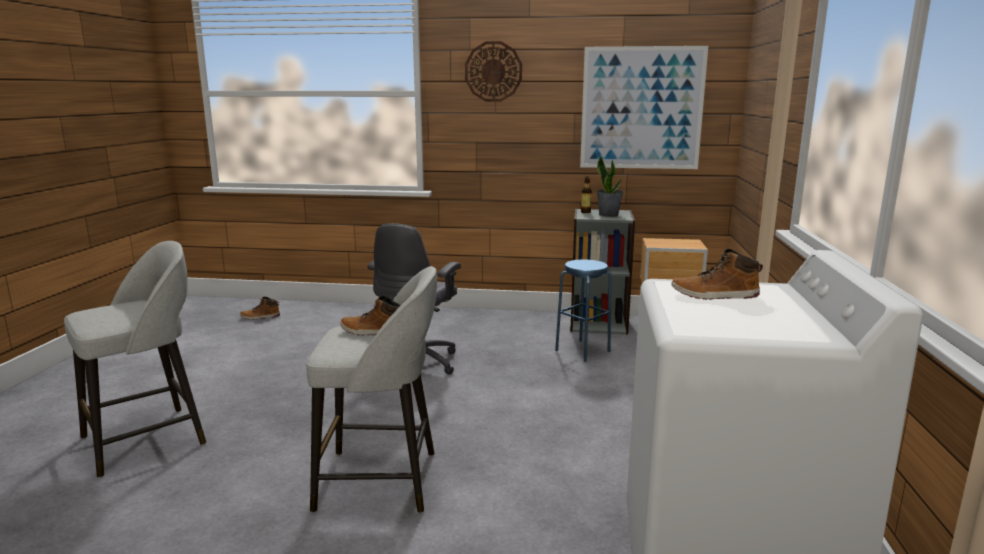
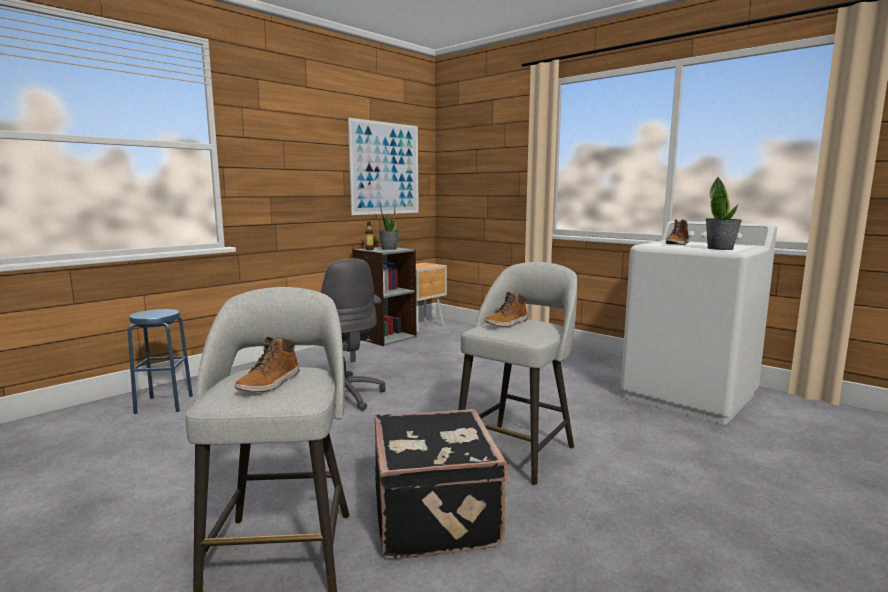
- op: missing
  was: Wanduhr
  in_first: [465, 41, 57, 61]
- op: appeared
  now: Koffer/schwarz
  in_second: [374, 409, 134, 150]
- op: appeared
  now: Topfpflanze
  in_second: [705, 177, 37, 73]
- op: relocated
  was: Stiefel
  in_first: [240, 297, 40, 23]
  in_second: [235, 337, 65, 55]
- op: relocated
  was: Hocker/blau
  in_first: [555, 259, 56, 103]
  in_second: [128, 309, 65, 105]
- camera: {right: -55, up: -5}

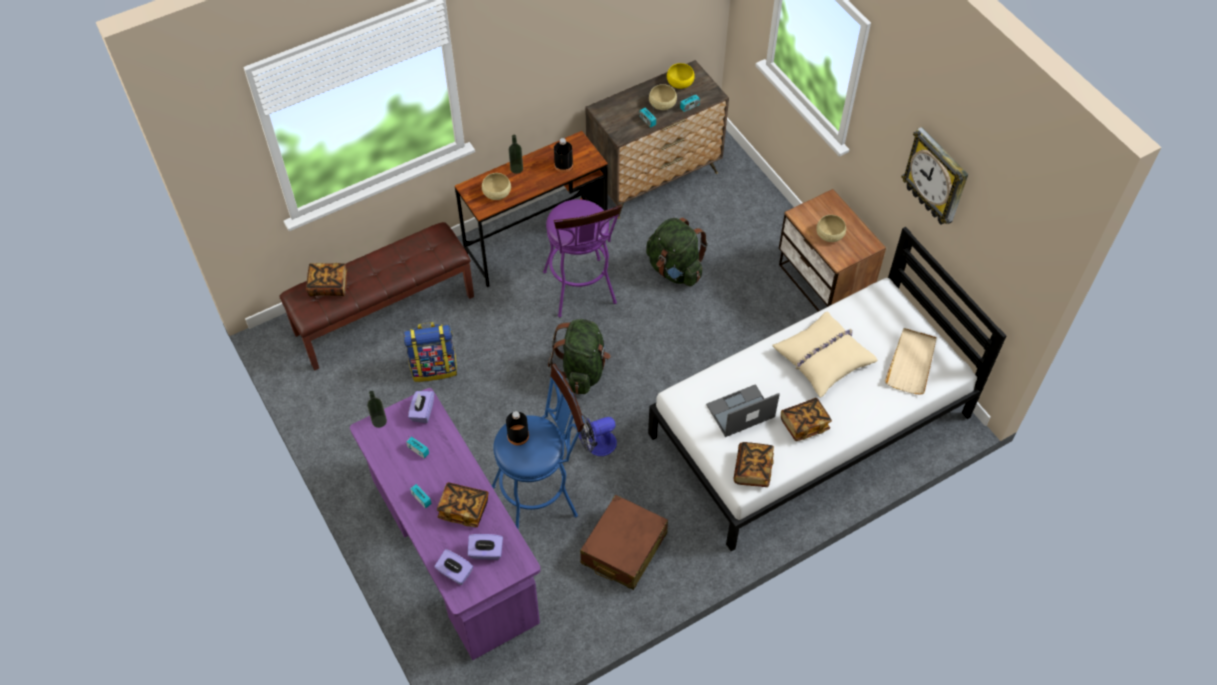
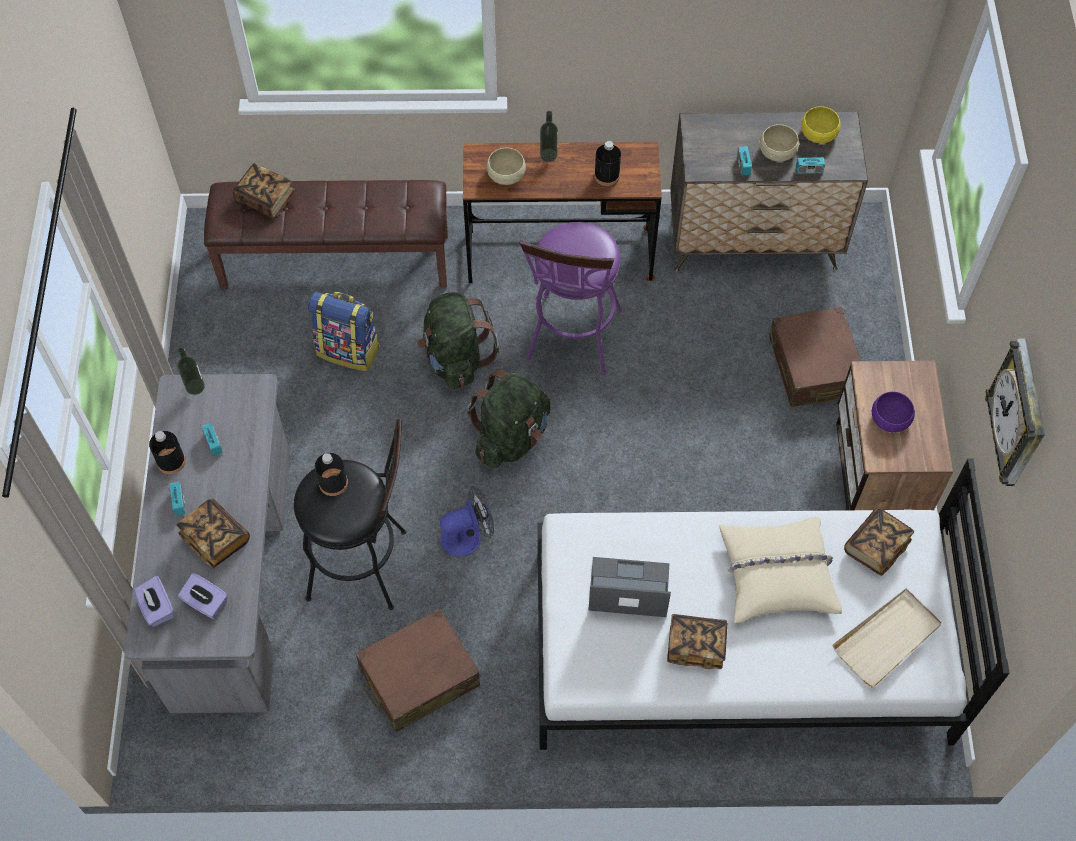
- op: missing
  was: Taschentuchbox/lila
  in_first: [408, 391, 26, 32]
- op: appeared
  now: Flasche/schwarz
  in_second: [149, 431, 37, 43]
- op: appeared
  now: Koffer/braun
  in_second: [769, 307, 92, 100]
- op: relocated
  was: Rucksack/grün
  in_first: [646, 218, 62, 68]
  in_second: [417, 292, 82, 97]
- op: relocated
  was: Buch
  in_first: [734, 442, 40, 45]
  in_second: [844, 508, 70, 68]
- op: colour
  was: Schreibtisch/lila
  now: Schreibtisch/grau
  in_first: [350, 388, 190, 272]
  in_second: [125, 374, 164, 339]
- op: colour
  was: Hocker/blau
  now: Hocker/schwarz
  in_first: [492, 363, 93, 167]
  in_second: [294, 419, 112, 191]
- op: colour
  was: Schüssel/beige
  now: Schüssel/lila
  in_first: [816, 215, 30, 27]
  in_second: [872, 392, 43, 41]
- op: spun
  was: Ventilator
  in_first: [579, 414, 38, 42]
  in_second: [440, 486, 54, 71]
  clockwise: 150
- camera: {right: 30, up: 5}

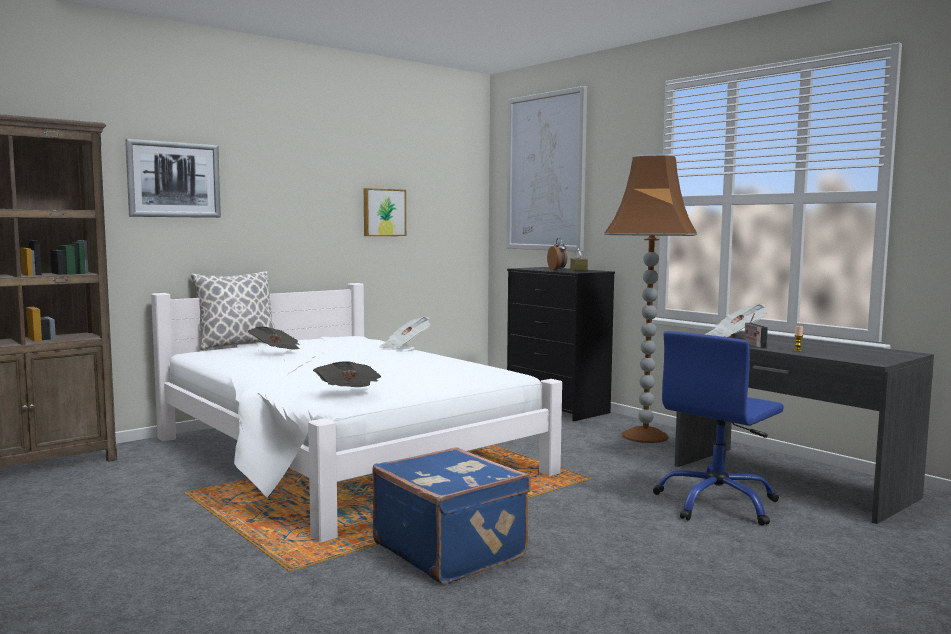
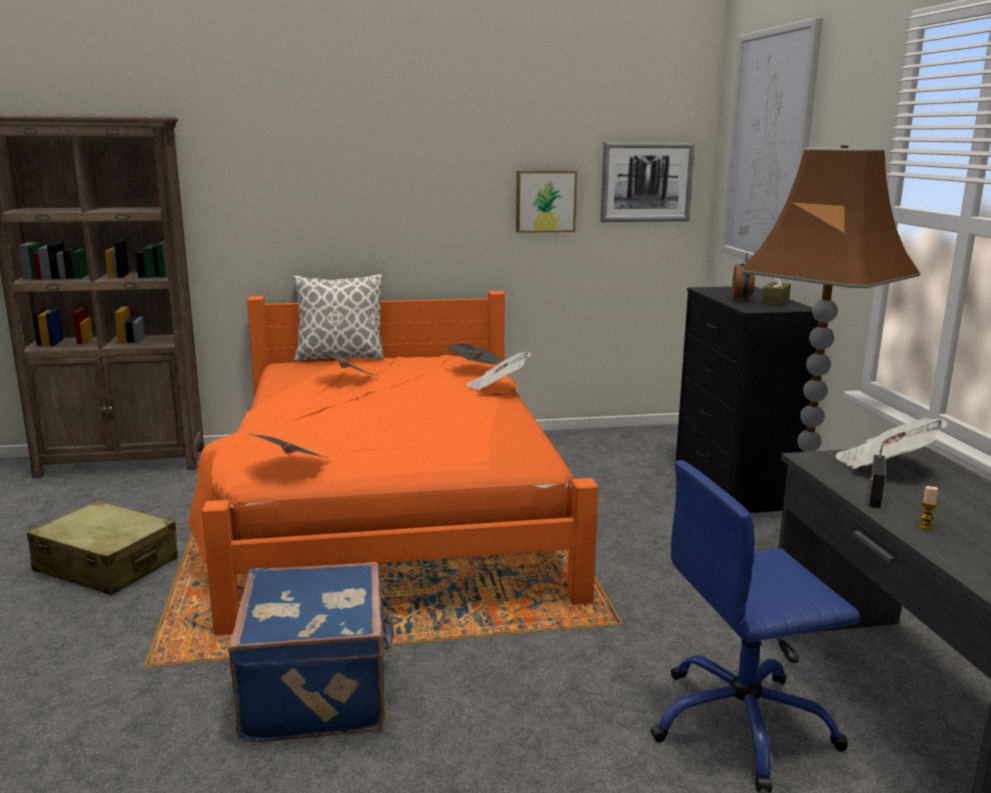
- op: appeared
  now: Koffer/beige
  in_second: [27, 501, 151, 94]
- op: appeared
  now: Zeitung
  in_second: [447, 344, 55, 21]
- op: relocated
  was: Bild
  in_first: [125, 139, 96, 79]
  in_second: [600, 142, 95, 80]
- op: colour
  was: Bett/weiß
  now: Bett/orange
  in_first: [151, 283, 411, 259]
  in_second: [189, 291, 409, 345]
- camera: {right: 30, up: 10}

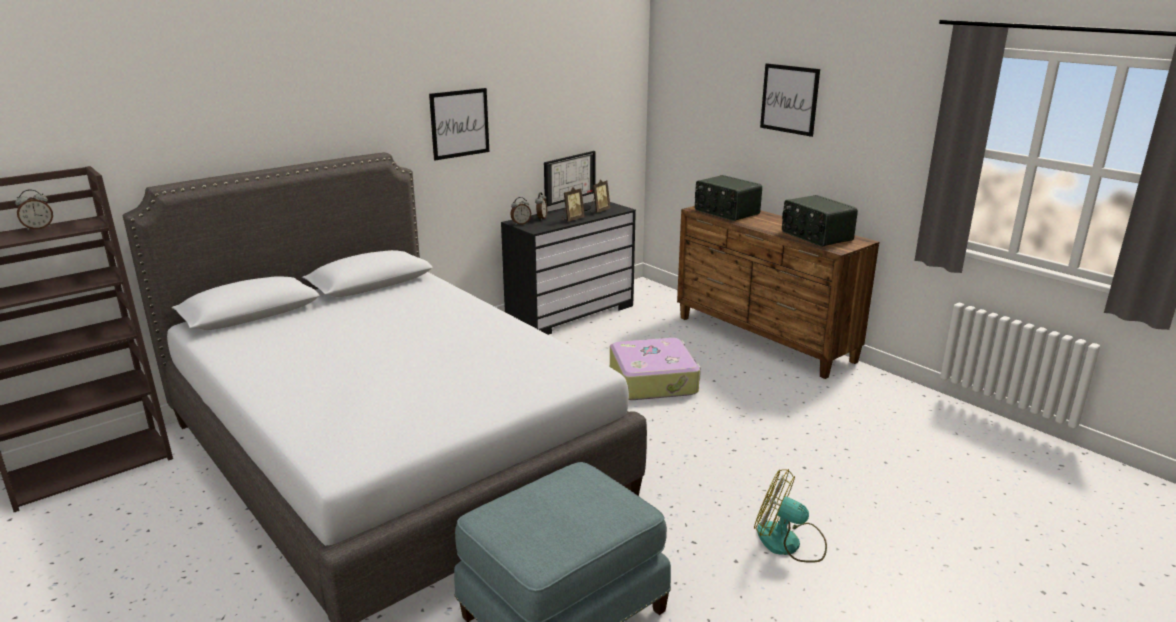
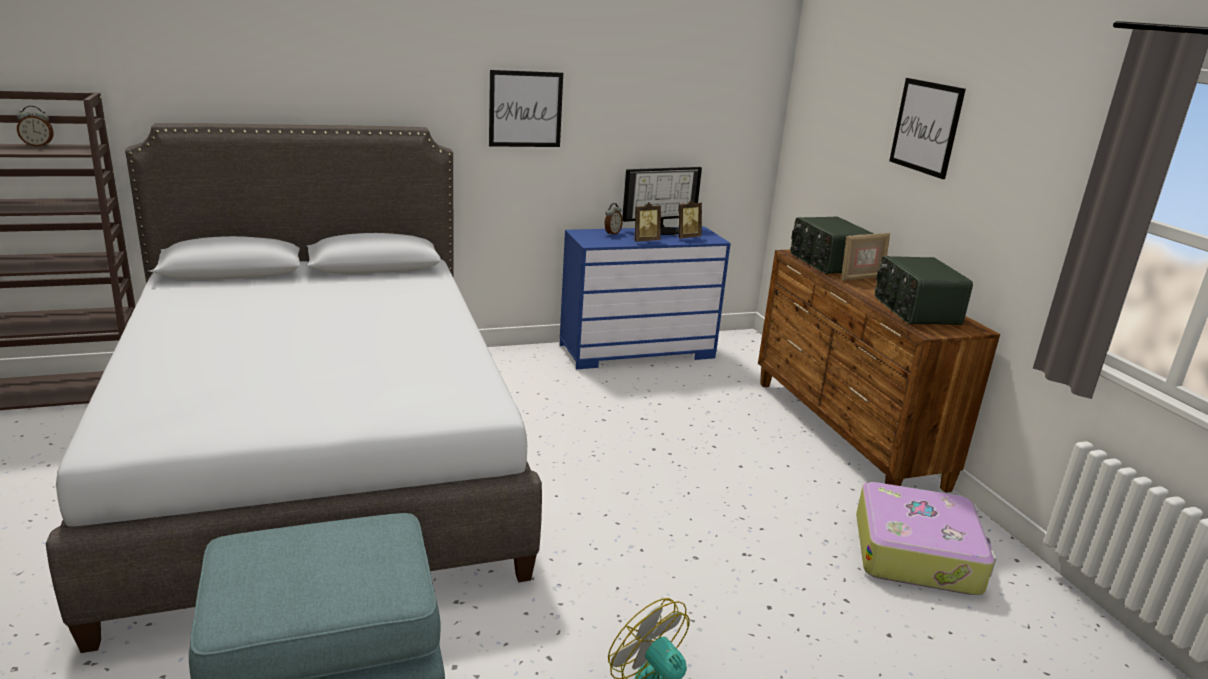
- op: missing
  was: Wecker
  in_first: [510, 197, 21, 28]
- op: appeared
  now: Bilderrahmen
  in_second: [841, 232, 49, 49]
- op: relocated
  was: Koffer
  in_first: [610, 338, 91, 62]
  in_second: [856, 482, 140, 113]
- op: colour
  was: Kommode/schwarz
  now: Kommode/blau
  in_first: [501, 201, 135, 134]
  in_second: [560, 226, 171, 144]
- camera: {right: 20, up: 0}

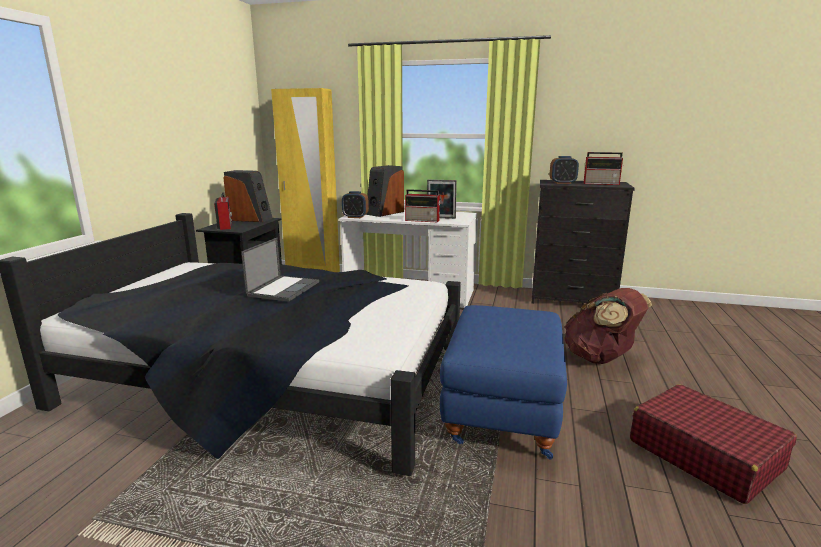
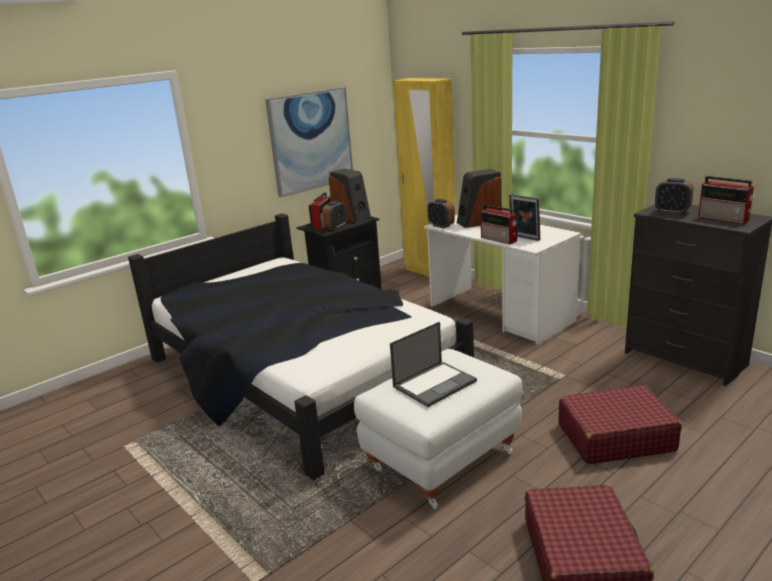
- op: appeared
  now: Bild
  in_second: [265, 87, 88, 110]
- op: appeared
  now: Wecker
  in_second: [322, 201, 25, 29]
- op: relocated
  was: Laptop
  in_first: [241, 238, 78, 64]
  in_second: [390, 322, 87, 85]
- op: exchanged
  was: Rucksack/braun
  now: Koffer/rot
  in_first: [565, 288, 87, 76]
  in_second: [558, 385, 124, 79]
- op: colour
  was: Polsterhocker/blau
  now: Polsterhocker/weiß
  in_first: [440, 305, 127, 154]
  in_second: [354, 349, 168, 160]
- camera: {right: 35, up: 5}

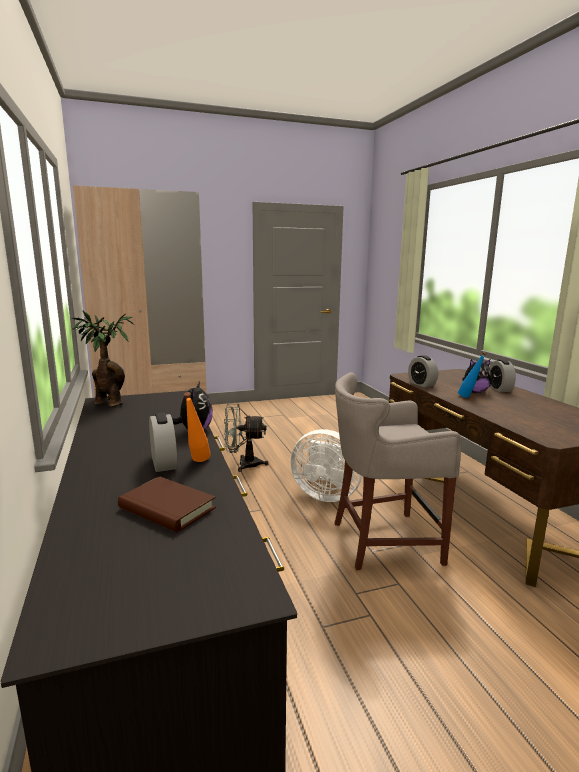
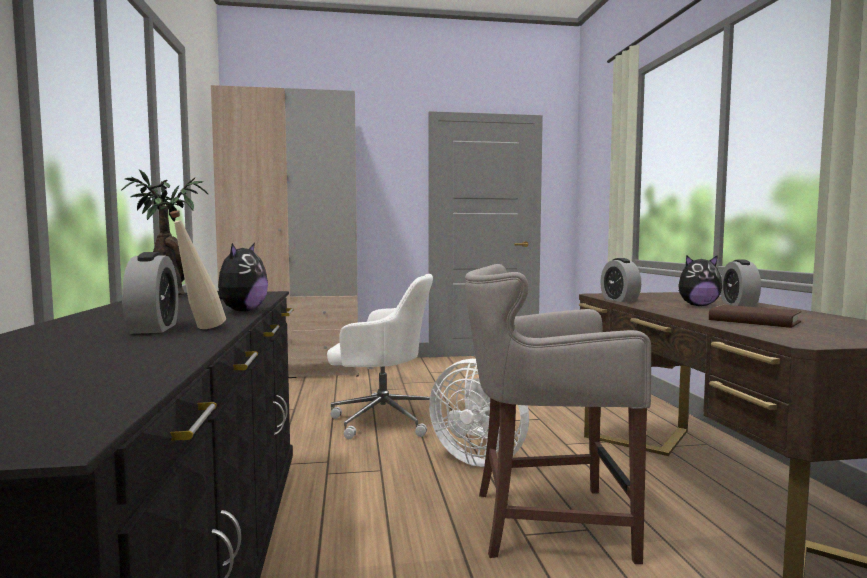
- op: missing
  was: Flasche/blau
  in_first: [458, 352, 28, 46]
- op: relocated
  was: Buch/braun
  in_first: [118, 477, 98, 55]
  in_second: [709, 305, 93, 23]
- op: exchanged
  was: Ventilator/grau
  now: Bürostuhl/weiß
  in_first: [224, 403, 44, 69]
  in_second: [327, 274, 106, 165]
- op: colour
  was: Flasche/orange
  now: Flasche/beige
  in_first: [184, 392, 27, 70]
  in_second: [170, 210, 56, 119]
- camera: {right: 10, up: -10}

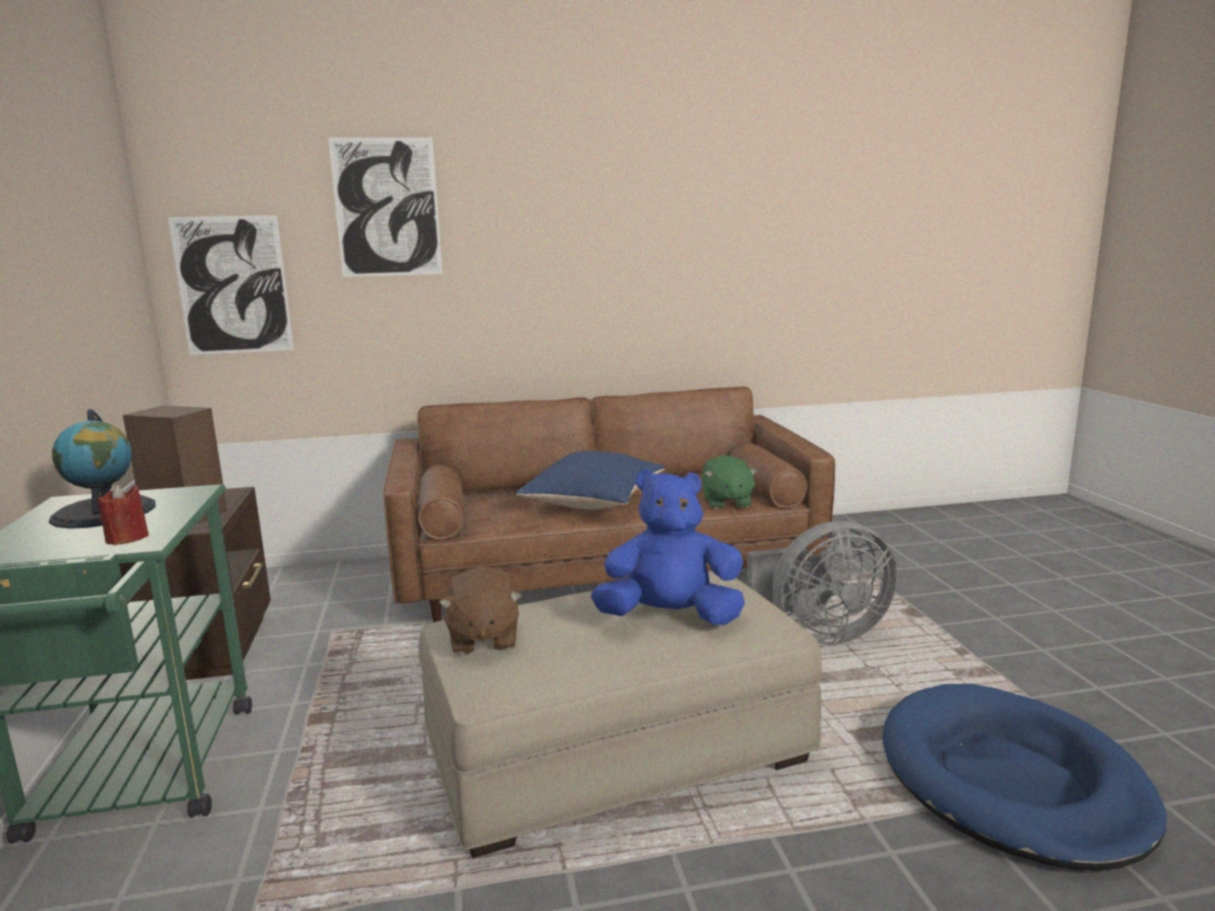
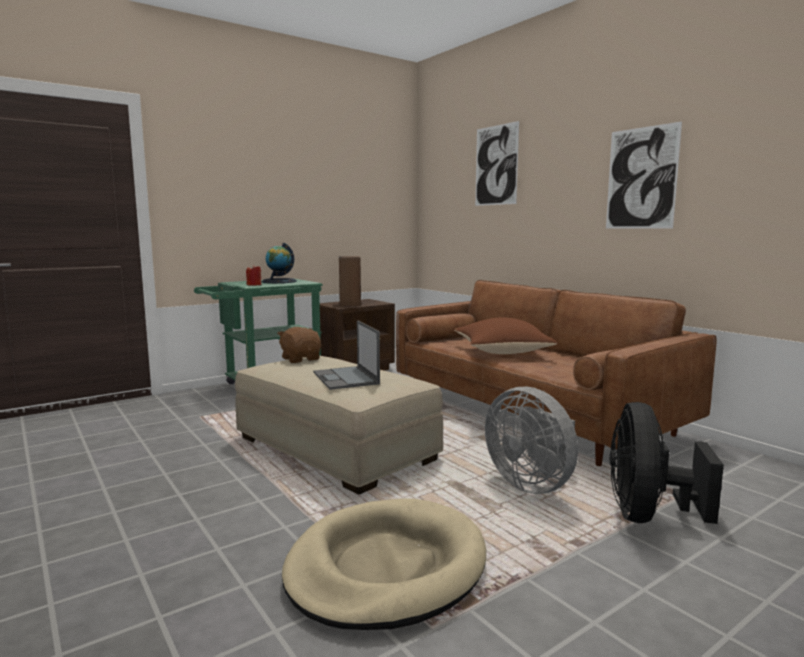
- op: missing
  was: Plüschtier/grün
  in_first: [702, 455, 55, 54]
- op: appeared
  now: Ventilator/schwarz
  in_second: [610, 402, 114, 122]
- op: relocated
  was: Bild
  in_first: [168, 215, 126, 140]
  in_second: [606, 121, 76, 107]
- op: exchanged
  was: Plüschtier/blau
  now: Laptop
  in_first: [591, 469, 154, 156]
  in_second: [313, 321, 67, 69]
- op: colour
  was: Kissen/blau
  now: Kissen/braun
  in_first: [516, 451, 149, 58]
  in_second: [454, 317, 104, 37]
- op: colour
  was: Hundebett/blau
  now: Hundebett/beige
  in_first: [882, 684, 285, 187]
  in_second: [282, 498, 204, 132]
- op: spun
  was: Plüschtier/braun
  in_first: [439, 567, 83, 87]
  in_second: [277, 327, 44, 36]
  clockwise: 90
- camera: {right: 65, up: -5}

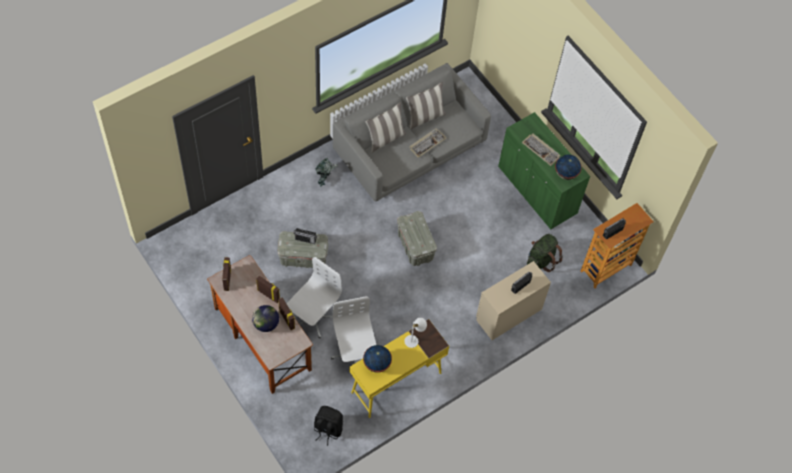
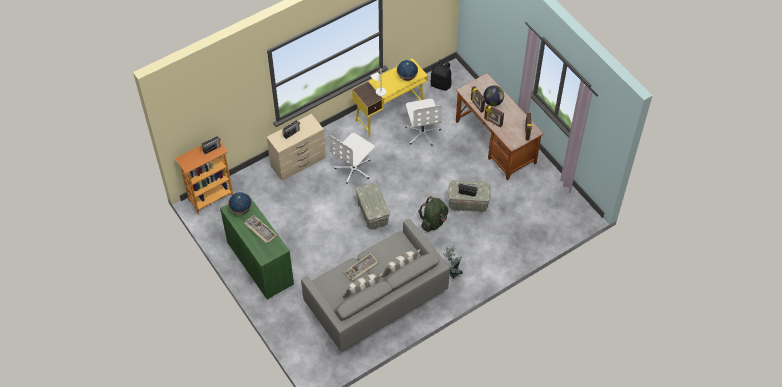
- op: relocated
  was: Bürostuhl/weiß
  in_first: [287, 257, 55, 81]
  in_second: [329, 133, 46, 51]
- op: relocated
  was: Rucksack/grün
  in_first: [527, 234, 36, 38]
  in_second: [418, 197, 30, 35]
- camera: {right: -175, up: -5}

